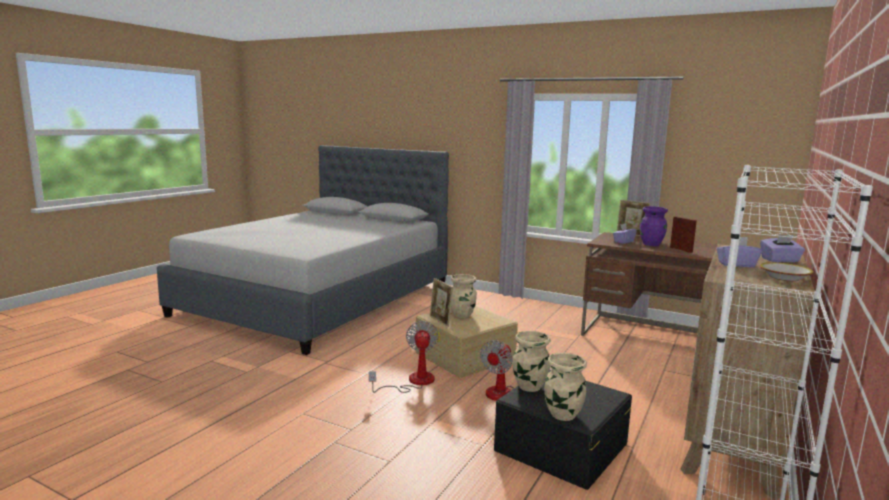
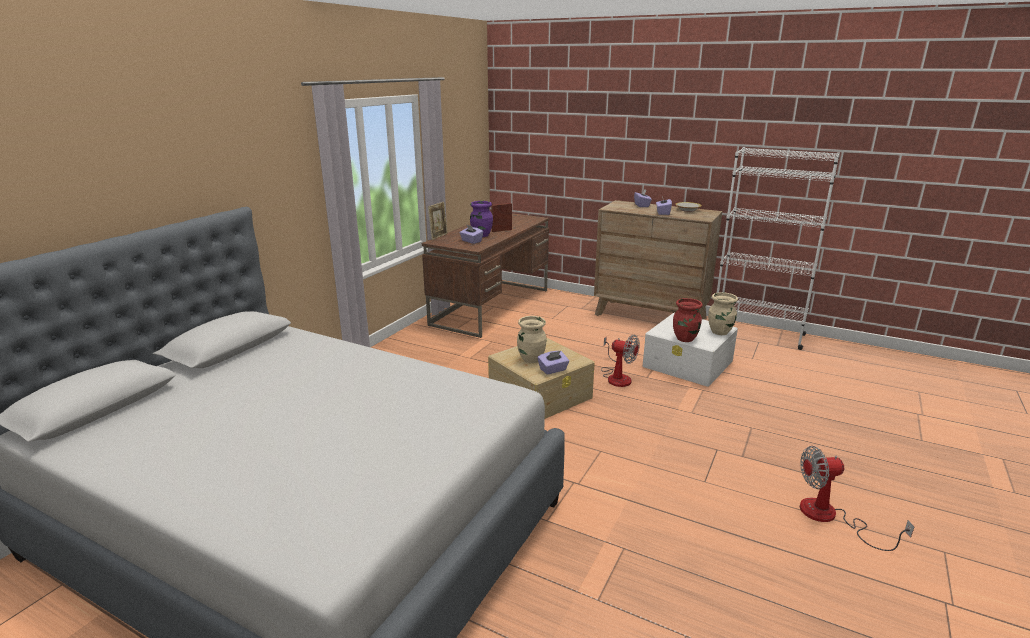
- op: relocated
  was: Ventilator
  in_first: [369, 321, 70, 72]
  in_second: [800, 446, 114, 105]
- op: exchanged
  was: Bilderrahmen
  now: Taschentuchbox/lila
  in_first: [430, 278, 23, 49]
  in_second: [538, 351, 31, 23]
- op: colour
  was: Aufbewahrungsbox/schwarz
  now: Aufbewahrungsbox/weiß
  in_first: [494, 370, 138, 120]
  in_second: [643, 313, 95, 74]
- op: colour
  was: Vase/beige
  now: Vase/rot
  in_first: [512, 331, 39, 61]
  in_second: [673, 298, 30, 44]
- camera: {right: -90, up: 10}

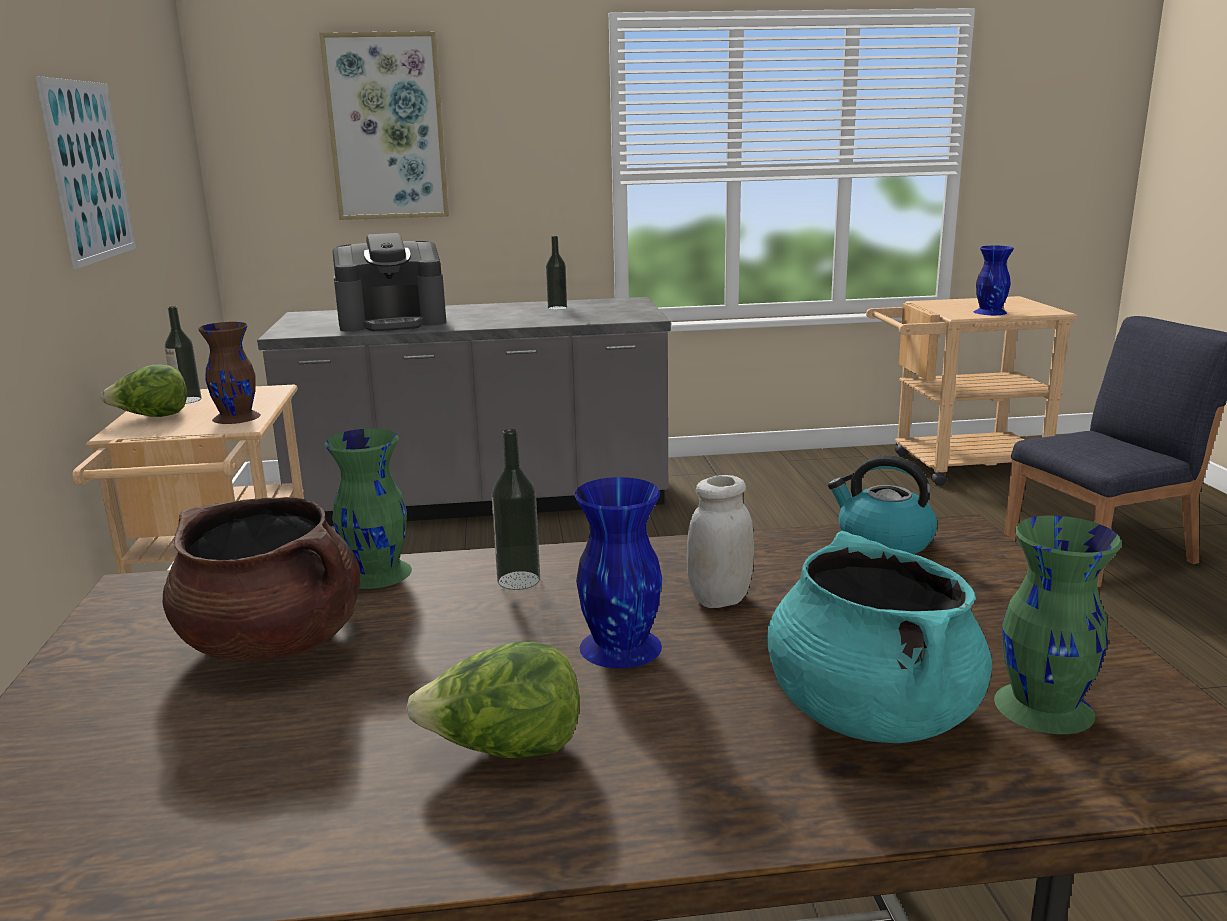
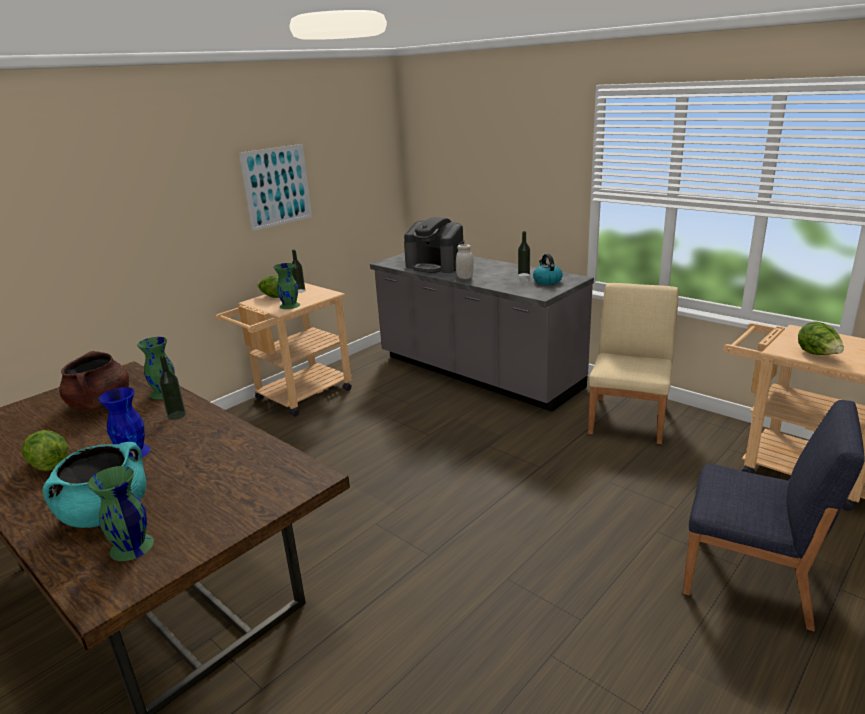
- op: missing
  was: Bild
  in_first: [319, 31, 130, 189]
- op: appeared
  now: Stuhl/beige
  in_second: [588, 283, 91, 161]
- op: relocated
  was: Vorratsglas/weiß
  in_first: [687, 475, 67, 133]
  in_second: [456, 244, 18, 35]
- op: relocated
  was: Wasserkessel
  in_first: [828, 455, 109, 99]
  in_second: [533, 254, 30, 31]
- op: exchanged
  was: Vase/blau
  now: Salatkopf
  in_first: [974, 246, 40, 69]
  in_second: [798, 321, 46, 34]
- op: colour
  was: Vase/braun
  now: Vase/grün
  in_first: [198, 322, 63, 102]
  in_second: [274, 263, 26, 46]
- camera: {right: 50, up: 5}

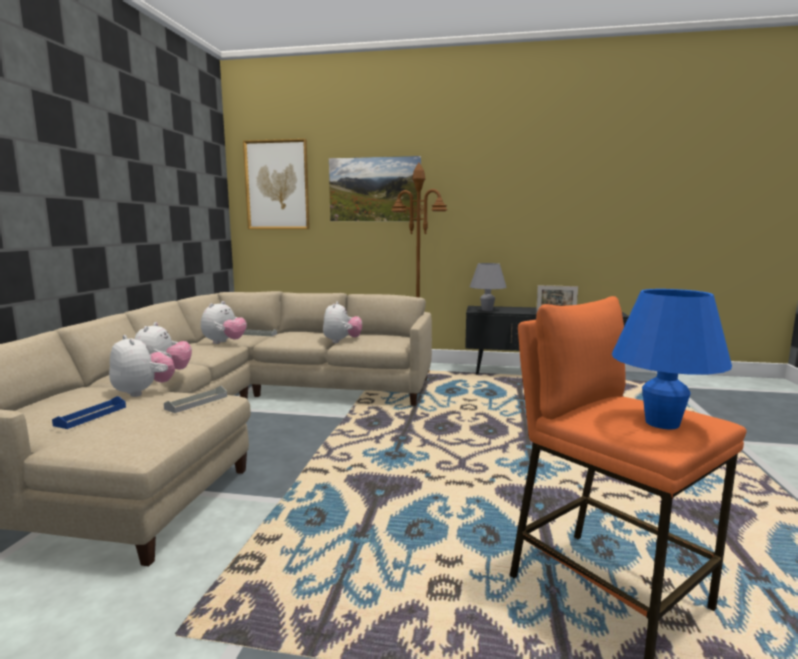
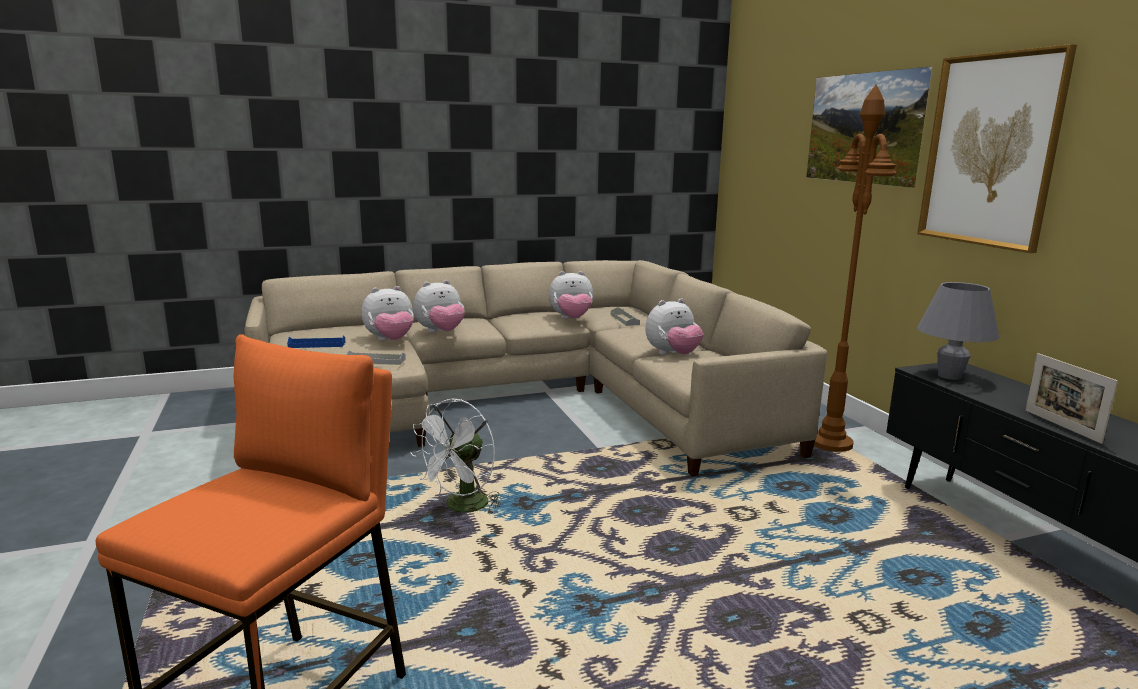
- op: missing
  was: Tischlampe/blau
  in_first: [612, 289, 120, 140]
- op: appeared
  now: Ventilator/weiß
  in_second: [410, 399, 92, 116]
- op: relocated
  was: Bild
  in_first: [243, 139, 67, 90]
  in_second: [917, 44, 160, 209]
- op: spun
  was: Plüschtier
  in_first: [109, 335, 66, 62]
  in_second: [361, 286, 53, 55]
  clockwise: 45
- camera: {right: 60, up: 5}

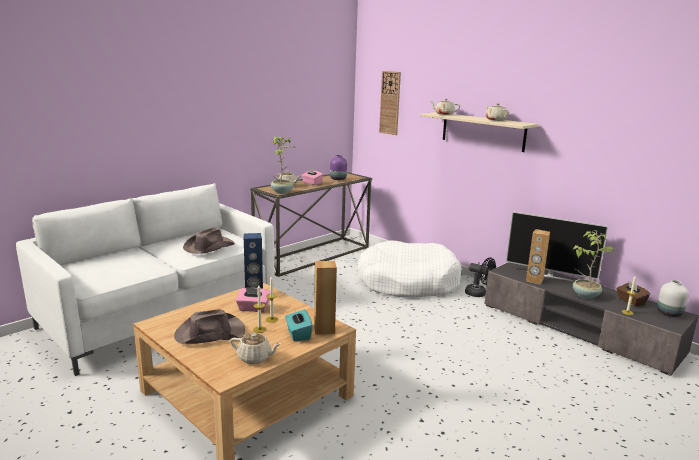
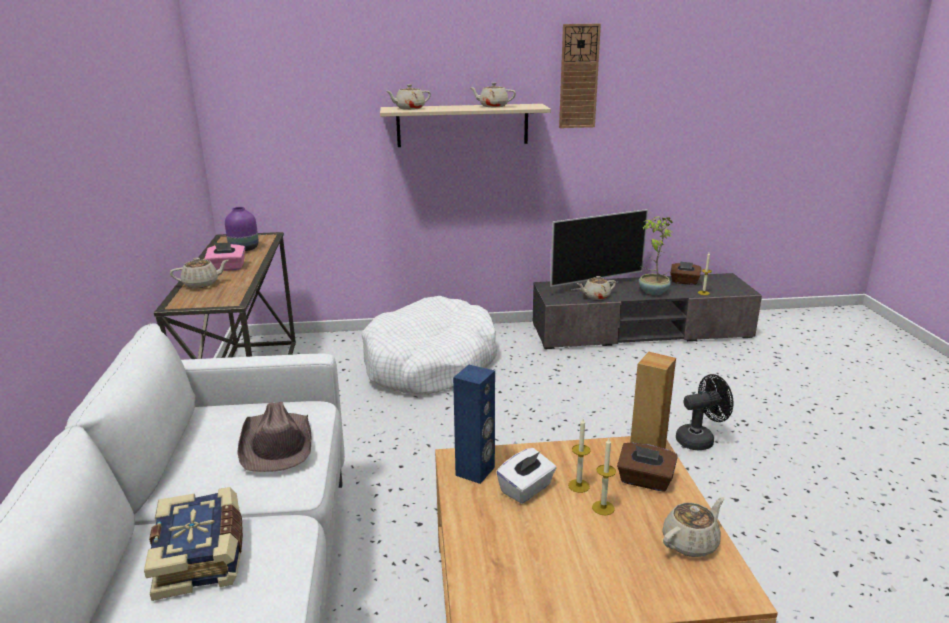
- op: missing
  was: Hut/braun
  in_first: [174, 309, 71, 35]
- op: missing
  was: Topfpflanze
  in_first: [271, 136, 25, 58]
- op: missing
  was: Vase/weiß
  in_first: [657, 280, 32, 37]
- op: appeared
  now: Buch
  in_second: [144, 487, 99, 114]
- op: relocated
  was: Wanduhr
  in_first: [379, 71, 22, 64]
  in_second: [559, 24, 42, 104]
- op: relocated
  was: Ventilator/schwarz
  in_first: [465, 258, 31, 39]
  in_second: [676, 374, 58, 76]
- op: exchanged
  was: Lautsprecher/braun
  now: Teekanne/beige
  in_first: [526, 229, 24, 56]
  in_second: [577, 276, 39, 24]
- op: colour
  was: Taschentuchbox/rosa
  now: Taschentuchbox/weiß
  in_first: [236, 287, 34, 25]
  in_second: [496, 448, 60, 56]
- op: colour
  was: Taschentuchbox/türkis
  now: Taschentuchbox/braun
  in_first: [285, 308, 28, 33]
  in_second: [617, 443, 61, 49]
- camera: {right: -50, up: 5}

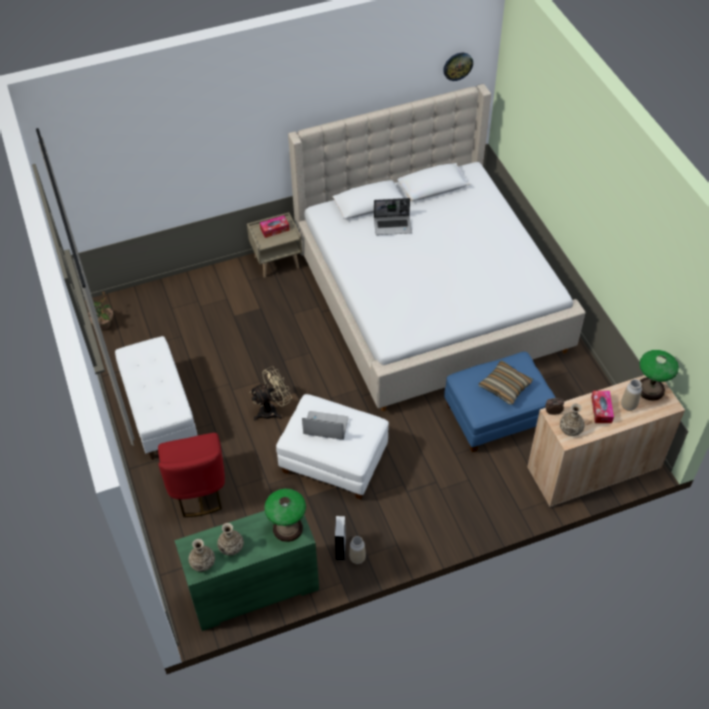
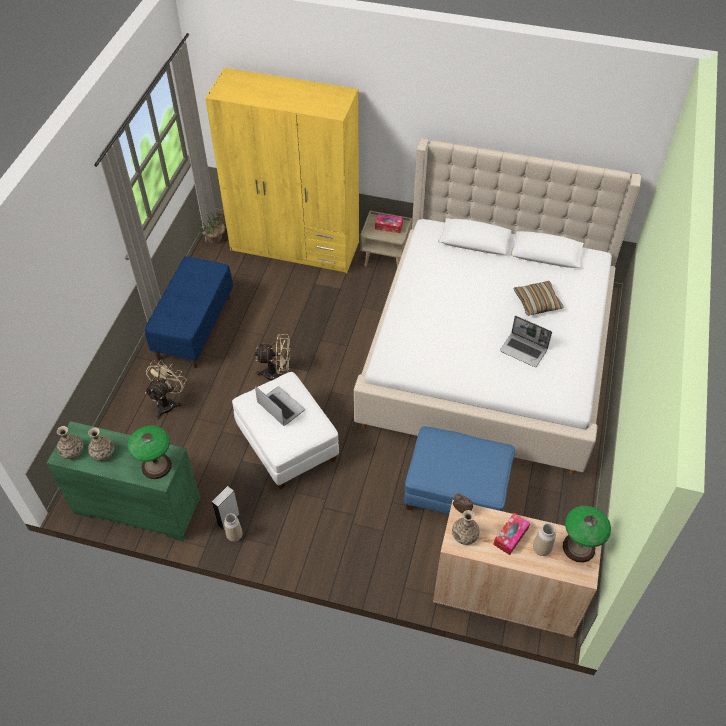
- op: missing
  was: Wanduhr
  in_first: [443, 53, 30, 28]
- op: appeared
  now: Kleiderschrank/gelb
  in_second: [205, 67, 154, 206]
- op: relocated
  was: Laptop
  in_first: [374, 198, 38, 37]
  in_second: [500, 316, 52, 51]
- op: relocated
  was: Kissen
  in_first: [478, 360, 55, 45]
  in_second: [513, 281, 51, 35]
- op: exchanged
  was: Stuhl/rot
  now: Ventilator/beige
  in_first: [158, 433, 67, 84]
  in_second: [145, 359, 42, 60]
- op: colour
  was: Bank/weiß
  now: Bank/blau
  in_first: [115, 336, 83, 124]
  in_second: [145, 257, 88, 111]
- camera: {right: 35, up: 0}

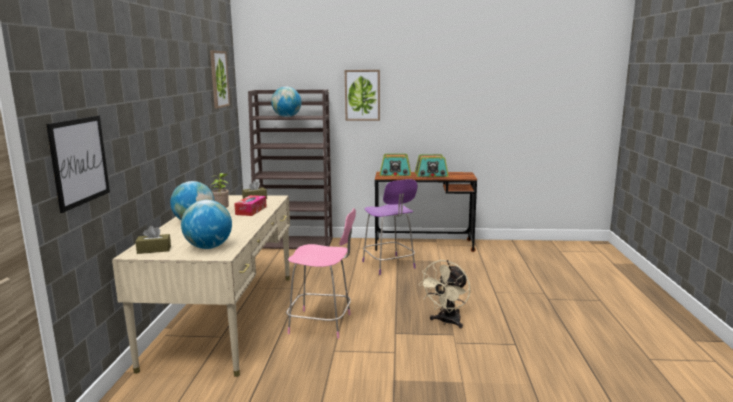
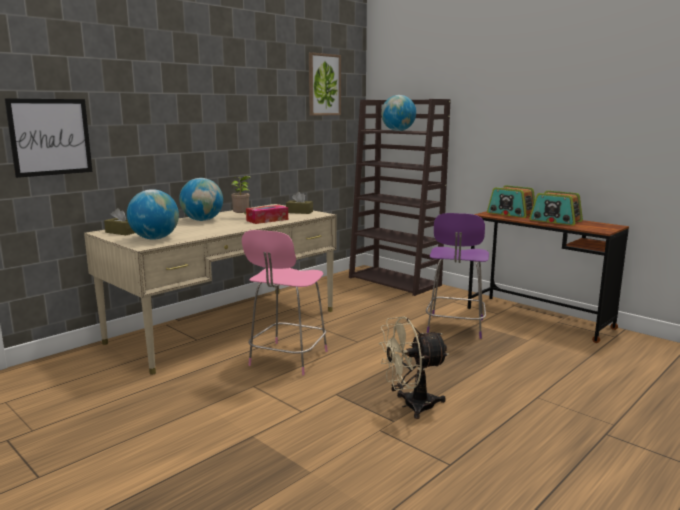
- op: missing
  was: Bild
  in_first: [345, 70, 35, 51]
- op: spun
  was: Stuhl/rosa
  in_first: [286, 208, 70, 131]
  in_second: [242, 230, 86, 145]
  clockwise: 60
- camera: {right: 40, up: 0}

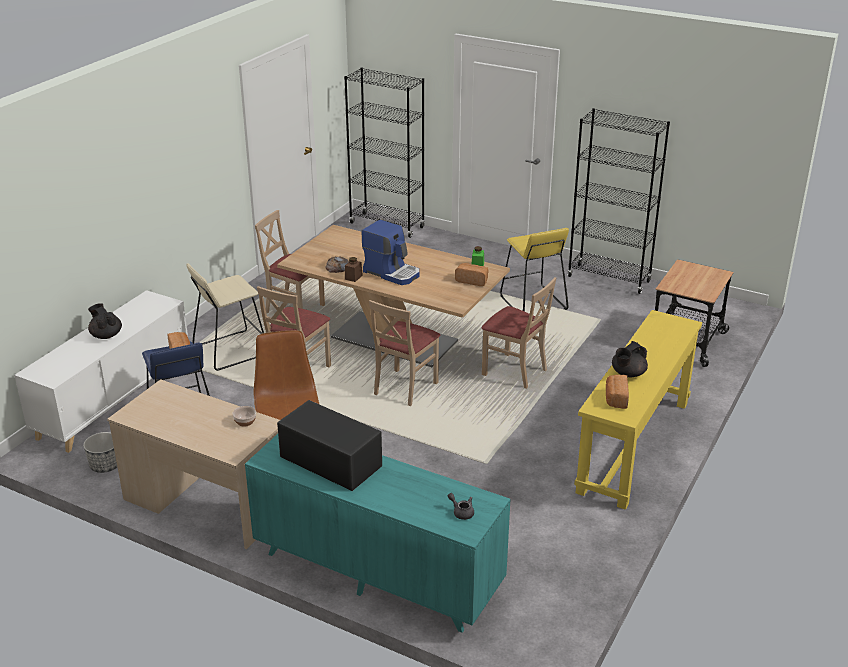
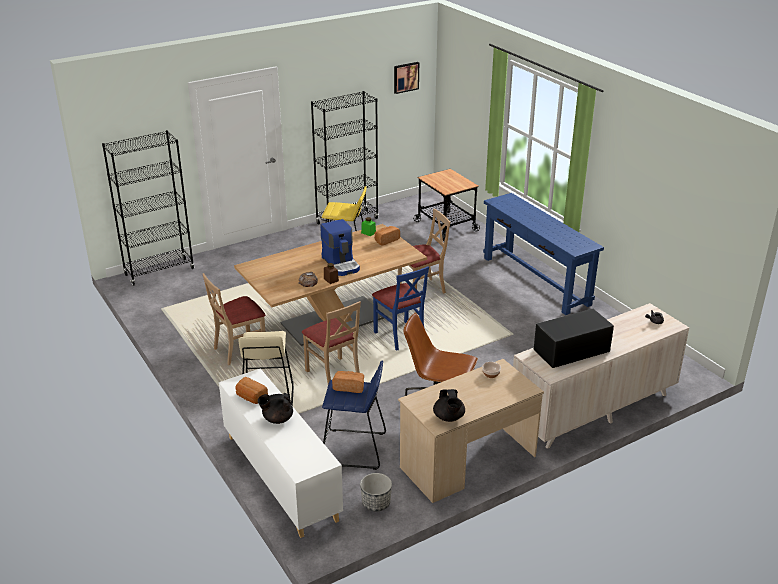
- op: appeared
  now: Bild
  in_second: [394, 62, 25, 32]
- op: relocated
  was: Brot
  in_first: [606, 375, 23, 34]
  in_second: [235, 377, 33, 27]
- op: relocated
  was: Teekanne/schwarz
  in_first: [612, 341, 36, 36]
  in_second: [433, 389, 32, 33]
- op: colour
  was: Kommode/türkis
  now: Kommode/beige
  in_first: [245, 434, 265, 199]
  in_second: [513, 303, 176, 146]
- op: colour
  was: Stuhl/beige
  now: Stuhl/blau
  in_first: [369, 300, 71, 106]
  in_second: [372, 266, 57, 85]
- op: colour
  was: Konsolentisch/gelb
  now: Konsolentisch/blau
  in_first: [574, 310, 128, 200]
  in_second: [483, 193, 121, 122]
- op: spun
  was: Kaffeemaschine
  in_first: [362, 219, 57, 66]
  in_second: [320, 219, 40, 57]
  clockwise: 90
- camera: {right: -60, up: 0}

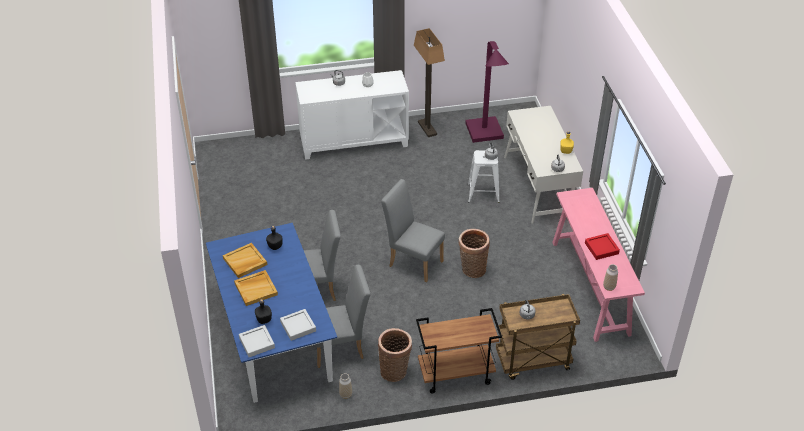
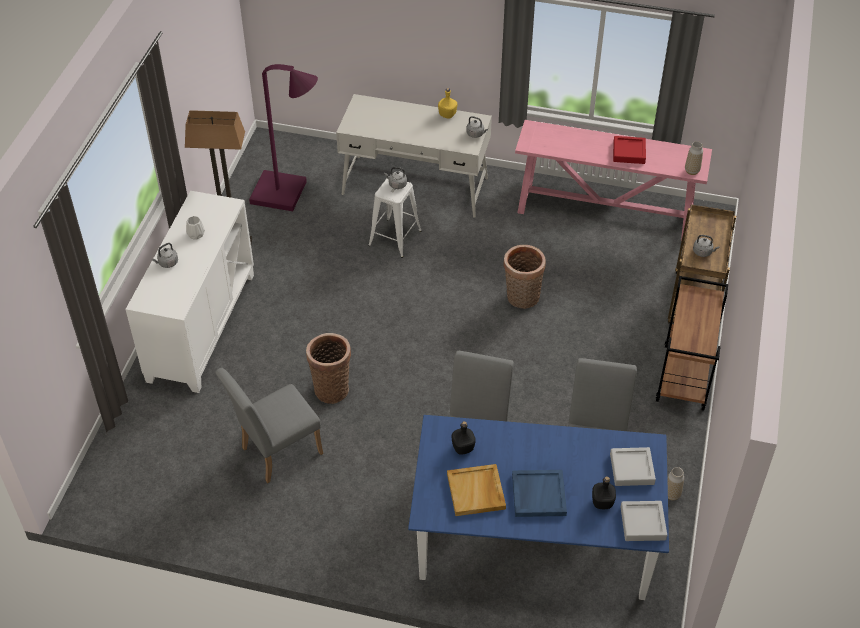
- op: relocated
  was: Korb
  in_first: [378, 328, 34, 54]
  in_second: [306, 333, 45, 71]
- op: relocated
  was: Stuhl/grau
  in_first: [381, 179, 64, 103]
  in_second: [215, 368, 108, 115]
- op: colour
  was: Tablett/beige
  now: Tablett/blau
  in_first: [234, 270, 44, 36]
  in_second: [512, 470, 55, 47]
- camera: {right: -65, up: 5}

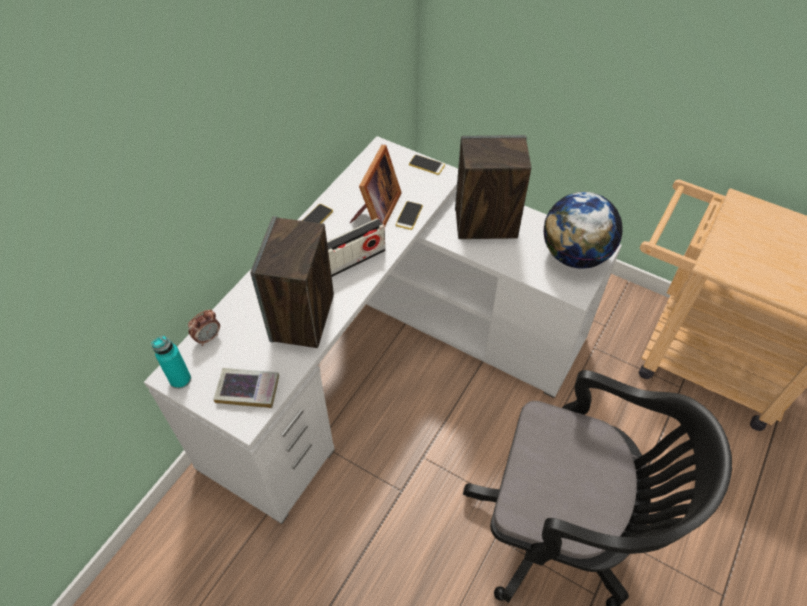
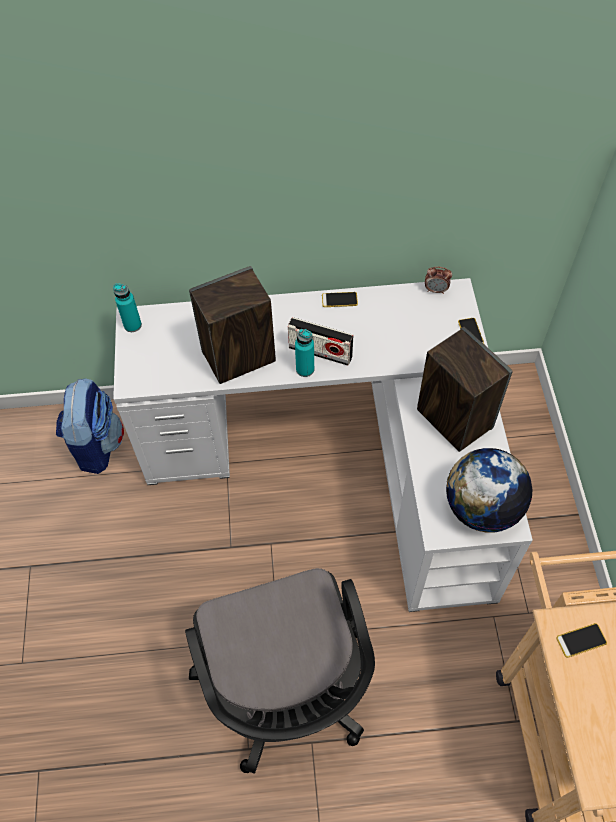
- op: missing
  was: Buch
  in_first: [213, 368, 66, 40]
- op: missing
  was: Bilderrahmen
  in_first: [349, 145, 53, 81]
- op: appeared
  now: Rucksack
  in_second: [56, 378, 68, 96]
- op: appeared
  now: Flasche/türkis
  in_second: [295, 329, 19, 48]
- op: relocated
  was: Wecker
  in_first: [188, 310, 32, 36]
  in_second: [425, 267, 27, 27]
- op: relocated
  was: Handy
  in_first: [396, 201, 27, 29]
  in_second: [556, 623, 51, 35]
- camera: {right: 55, up: 5}

